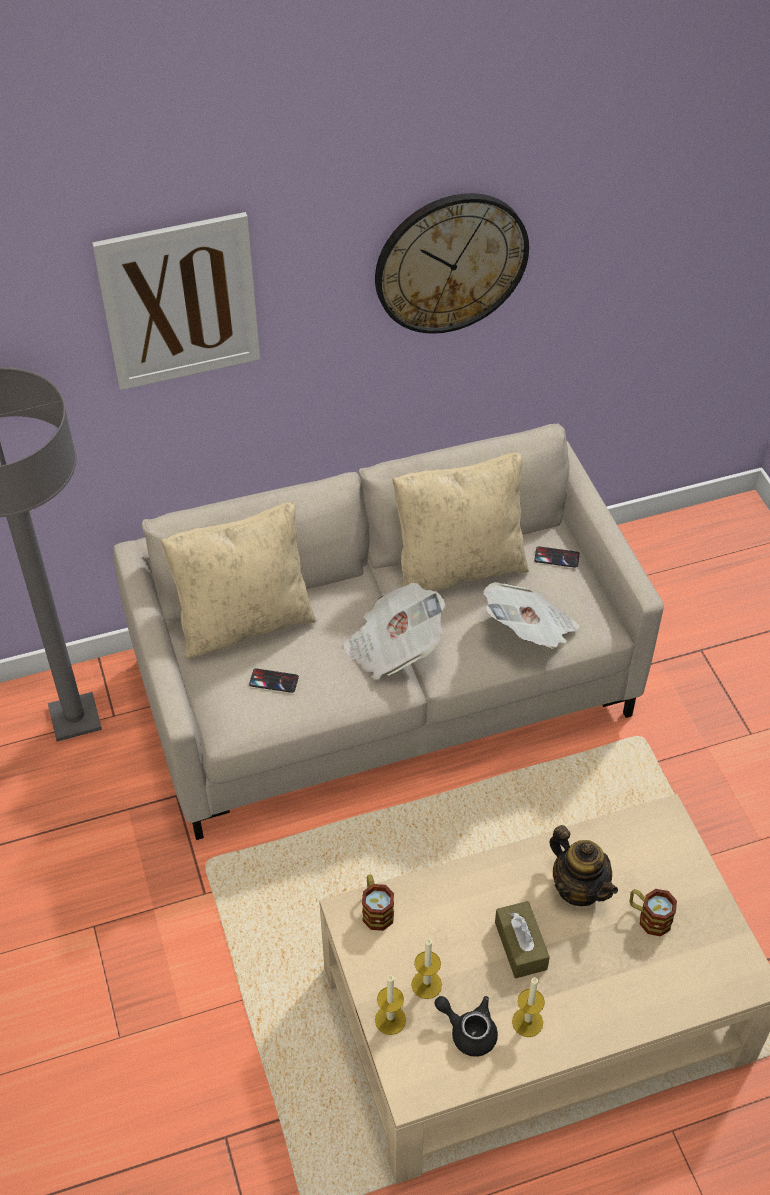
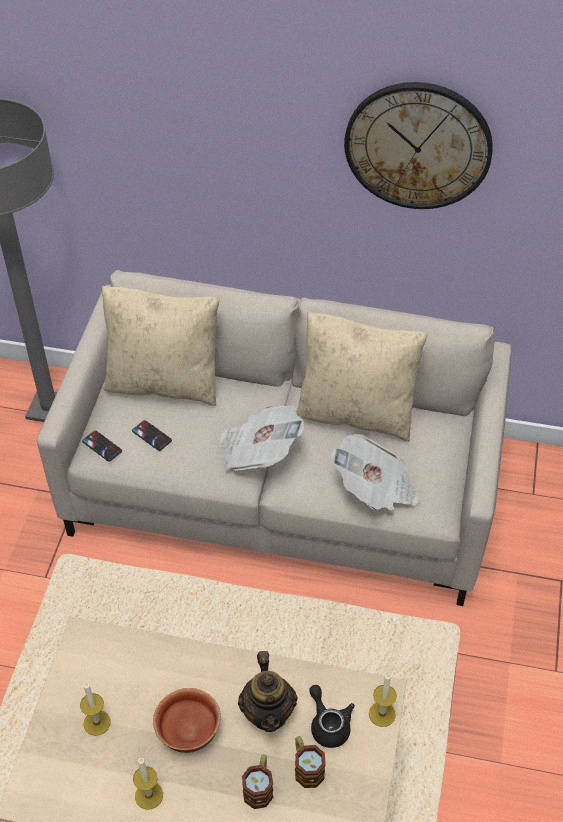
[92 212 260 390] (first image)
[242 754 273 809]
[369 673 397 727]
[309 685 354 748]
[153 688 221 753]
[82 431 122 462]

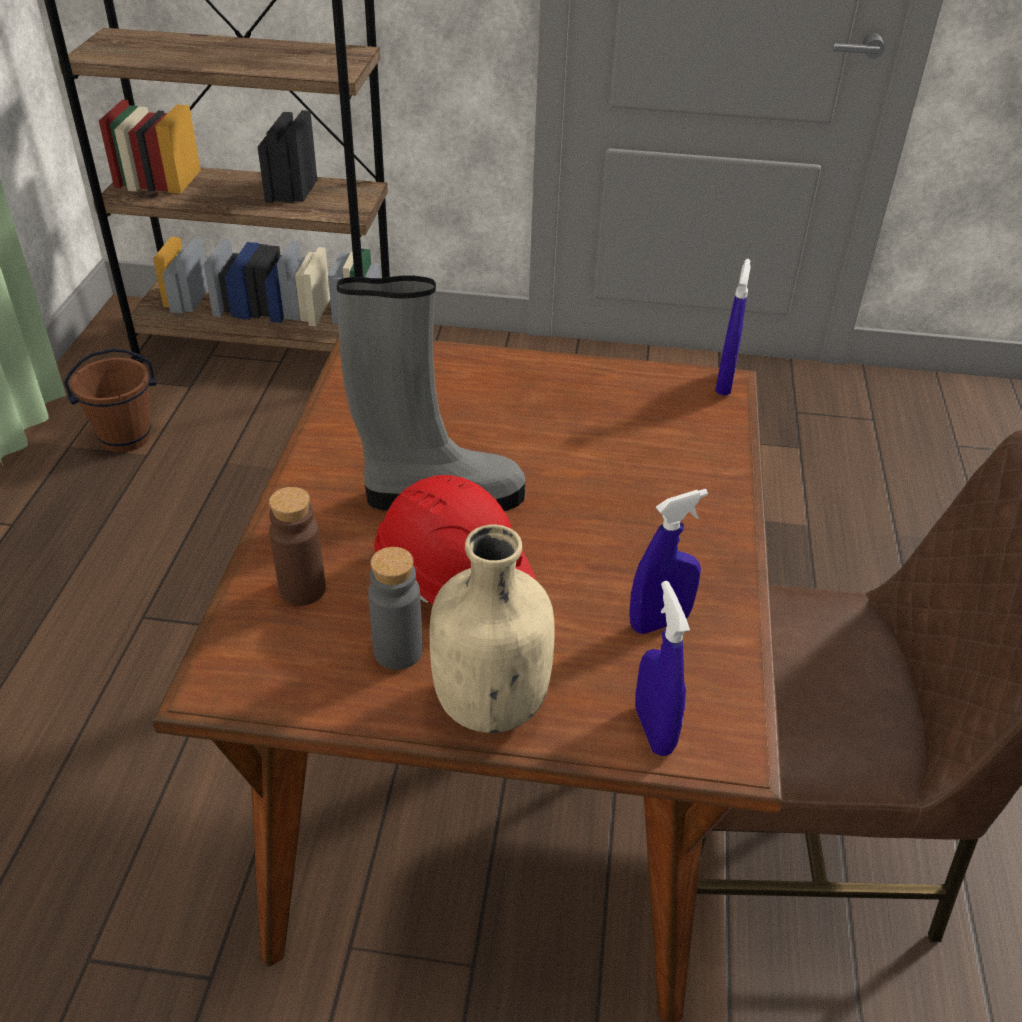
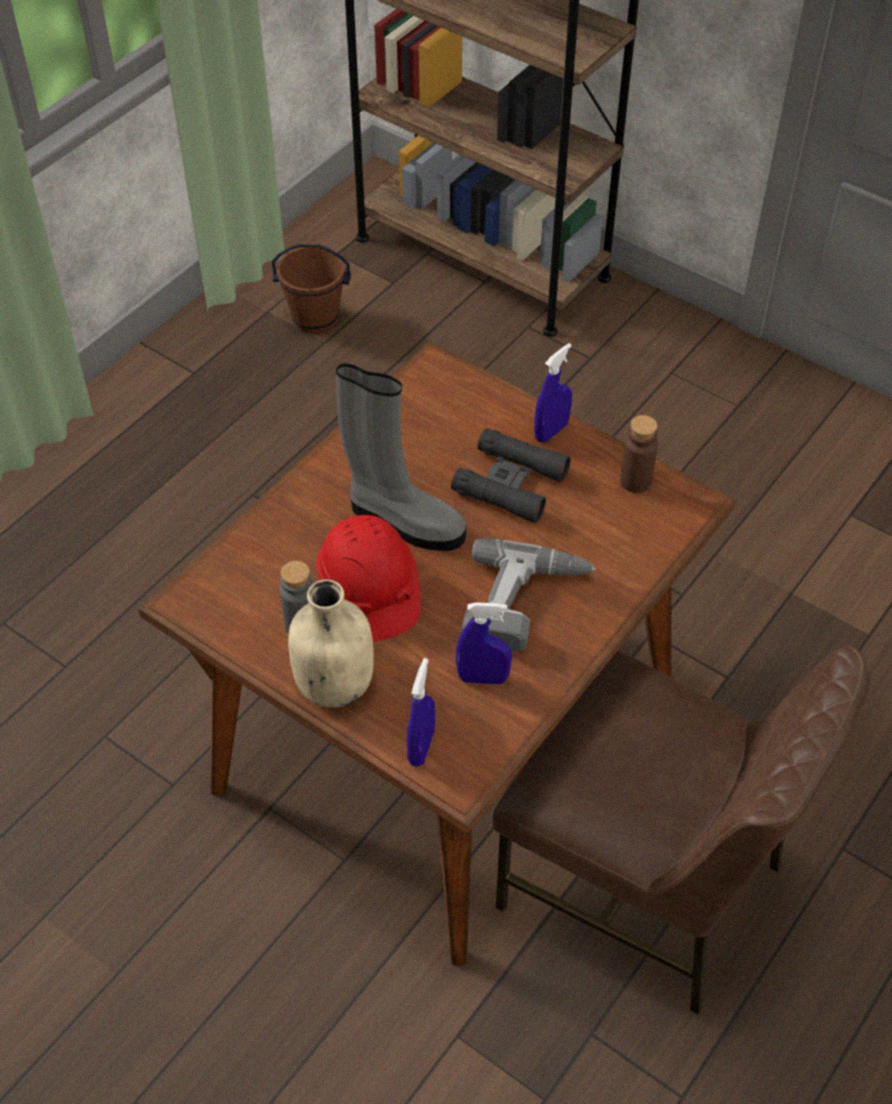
[620 415 658 493]
[534 343 572 443]
[451 428 571 523]
[462 539 596 652]

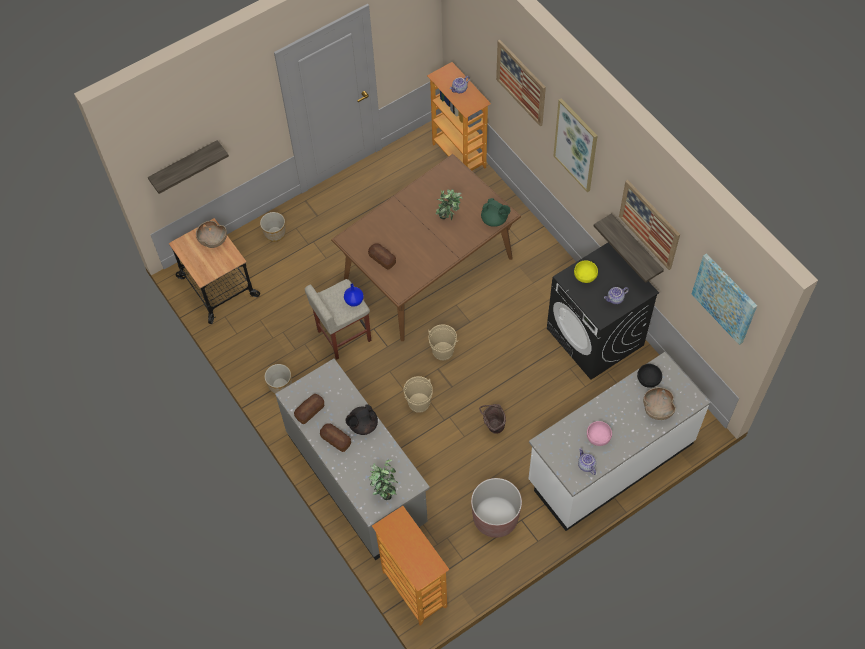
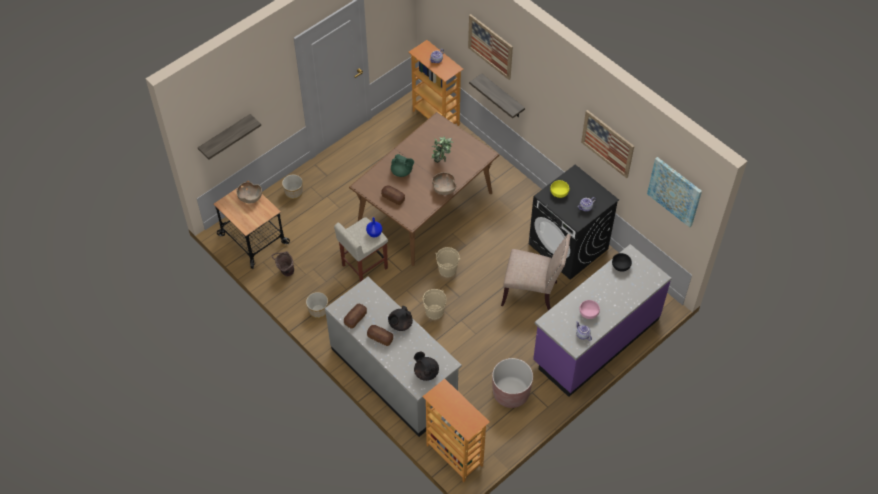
[414 352 439 381]
[272 251 294 276]
[391 154 414 177]
[533 244 672 397]
[553 98 597 192] (first image)
[469 73 525 118]
[432 172 456 195]
[501 234 571 311]

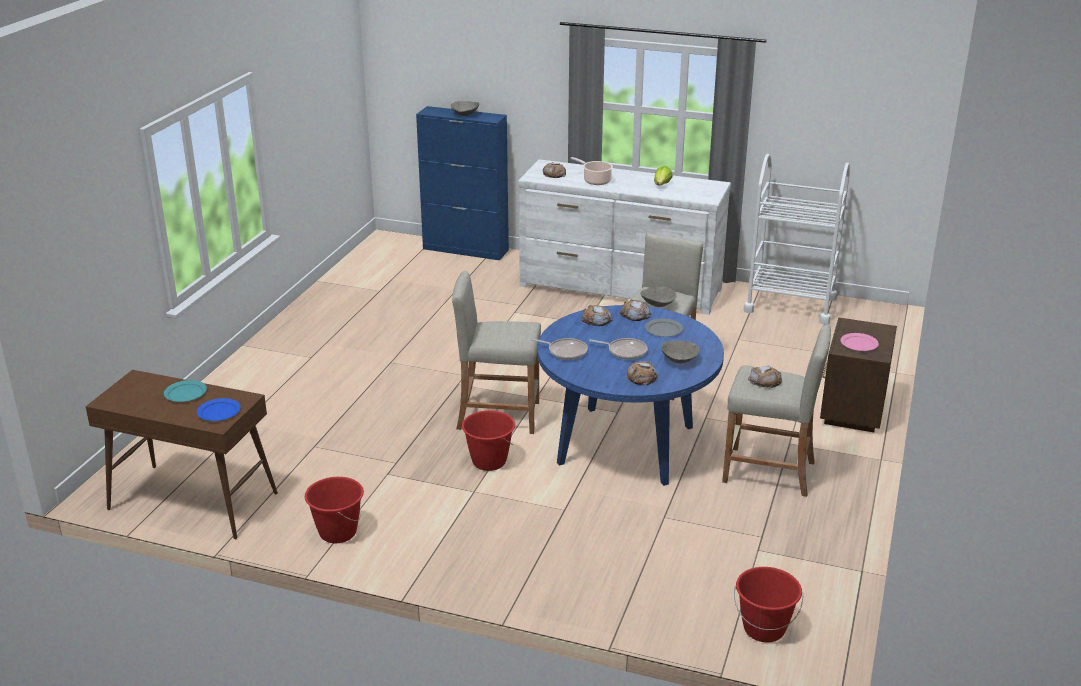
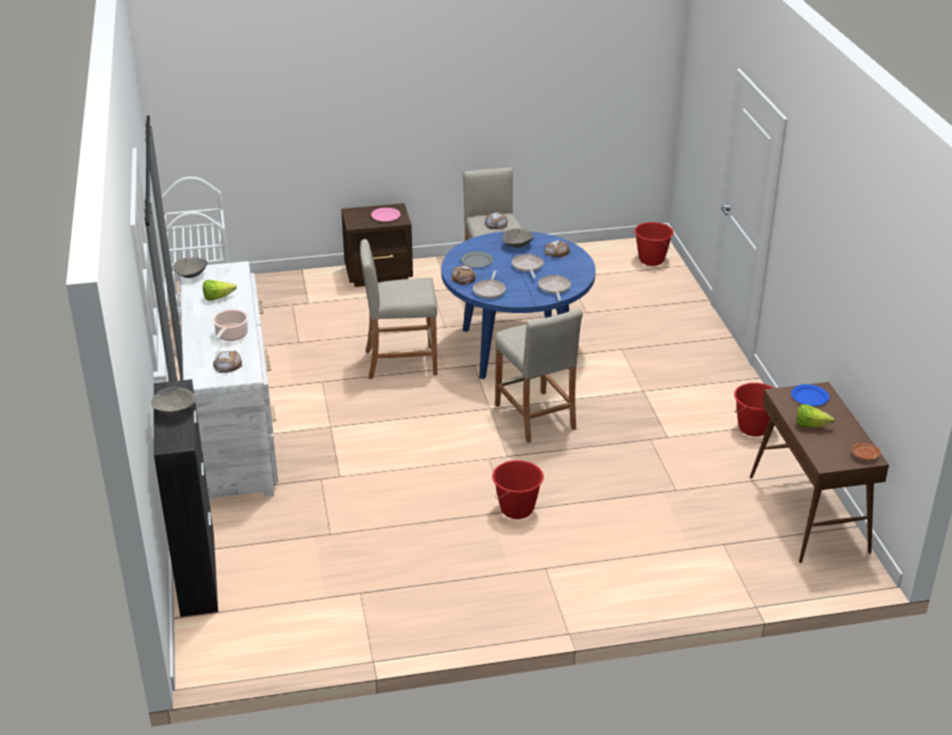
[797 404 835 427]
[154 379 218 617]
[492 460 544 519]
[473 270 506 299]
[173 257 207 278]
[852 443 880 460]

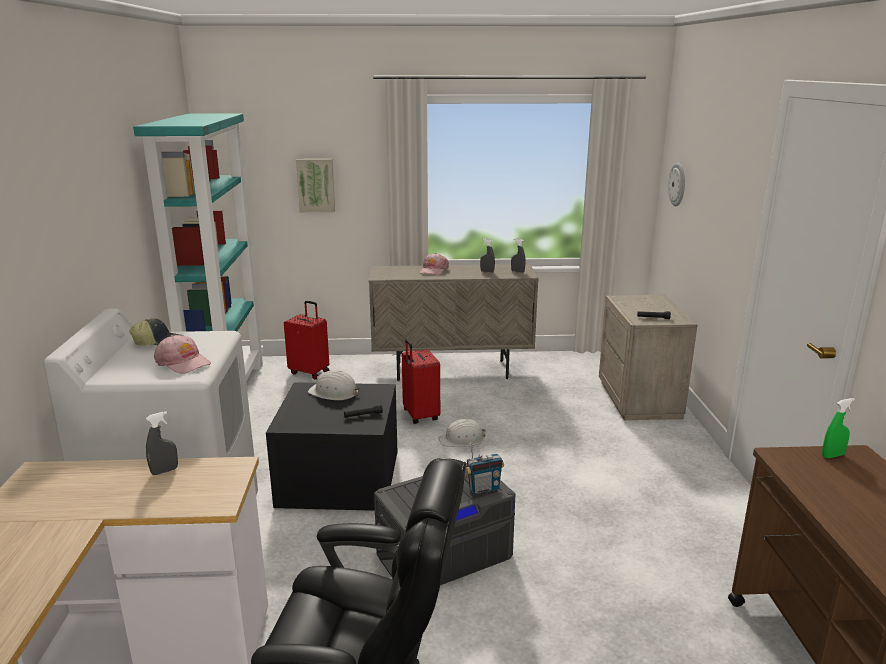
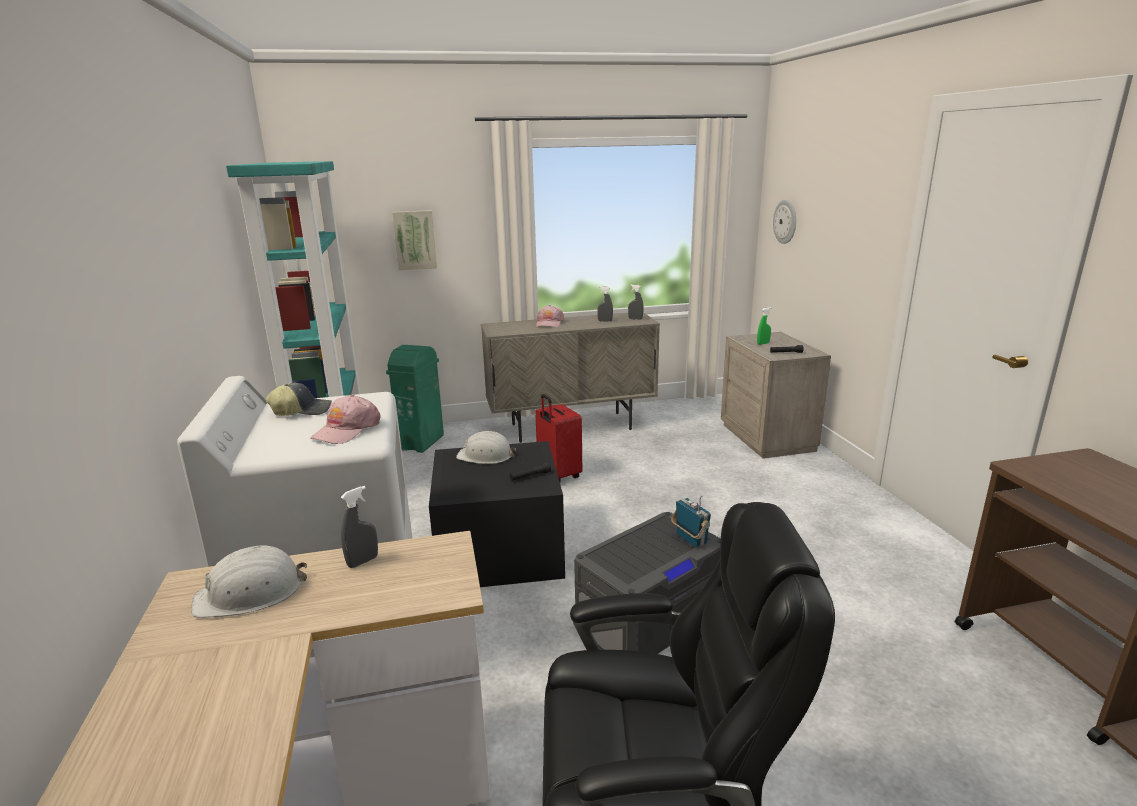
[310 394 381 444]
[386 345 444 453]
[191 546 307 618]
[671 495 711 548]
[757 307 771 345]

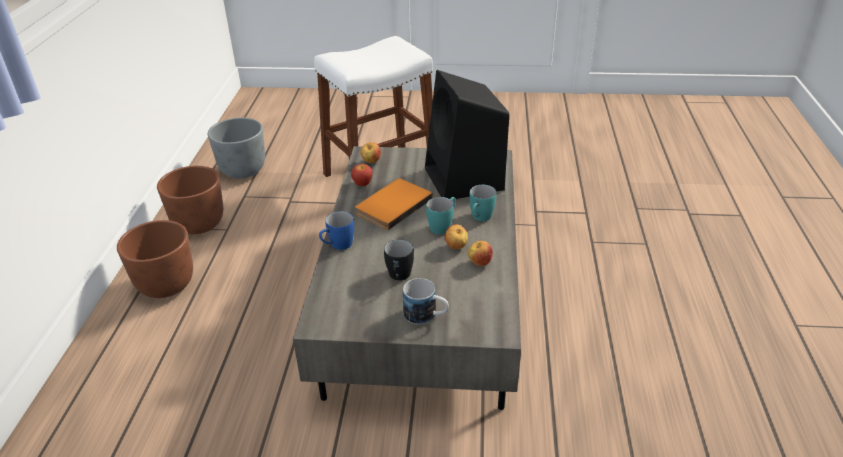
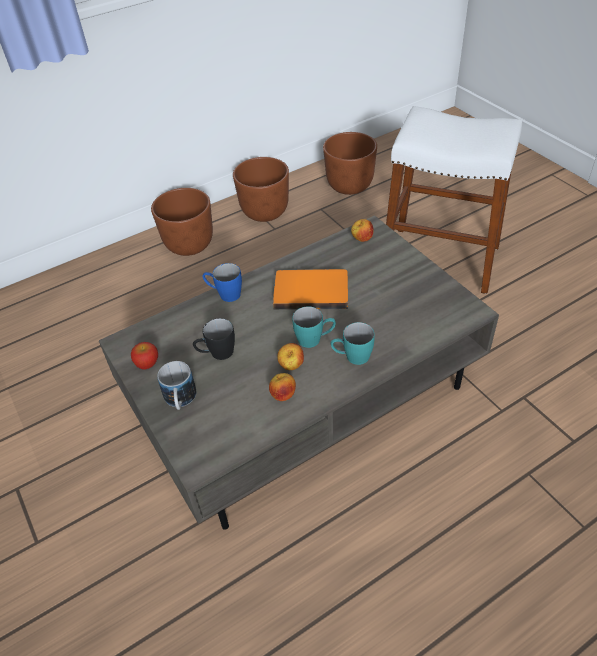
[323 132 377 195]
[131 342 158 369]
[425 70 509 199] (first image)

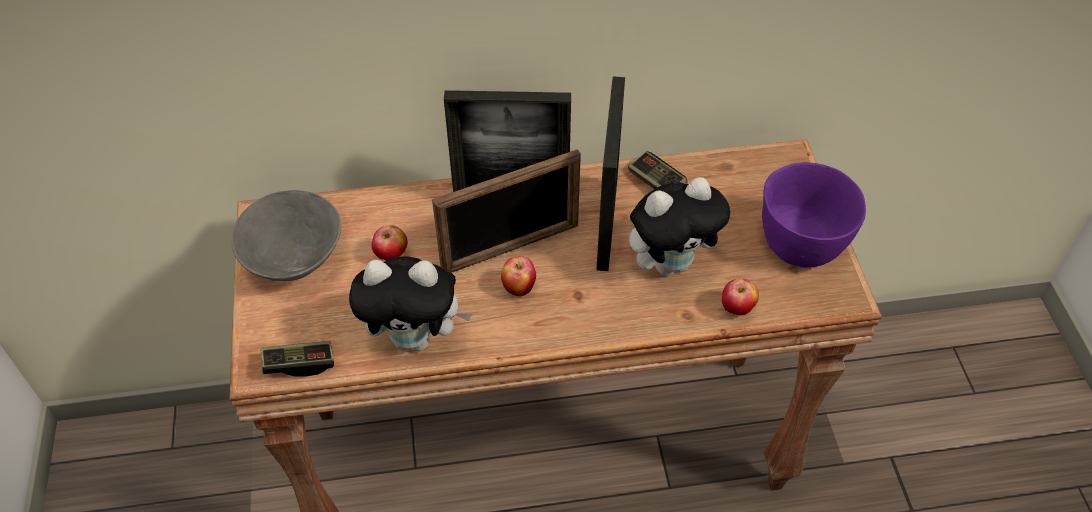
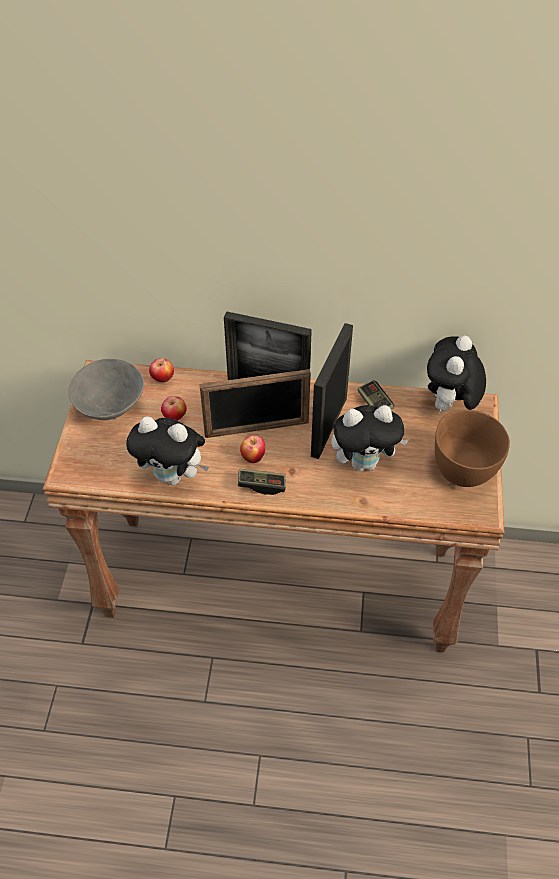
[238 469 286 495]
[149 358 174 382]
[435 410 510 487]
[427 335 486 412]

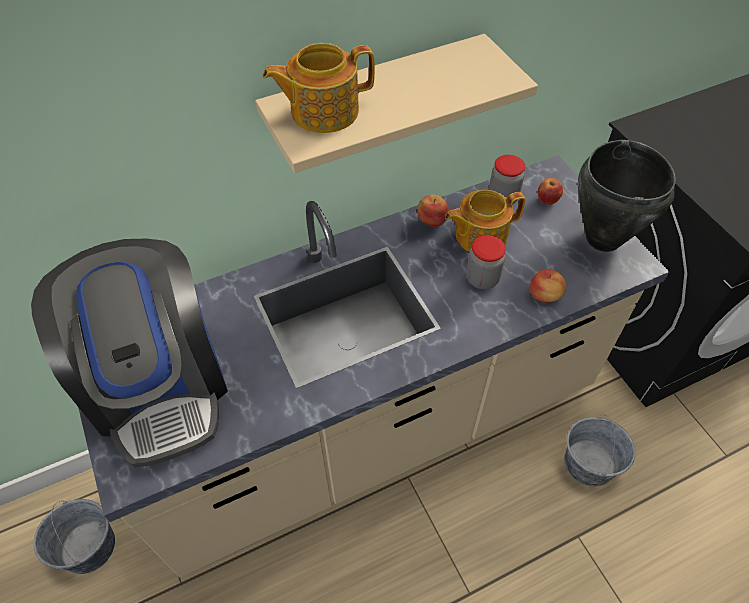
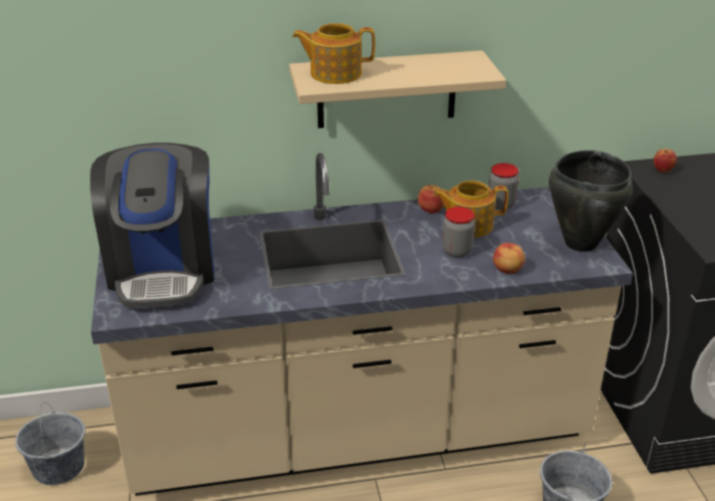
[653 149 677 173]

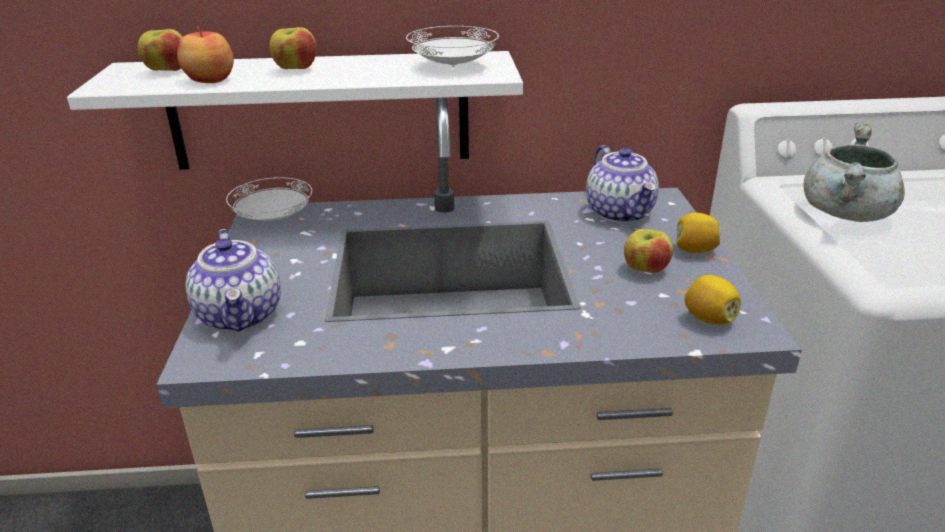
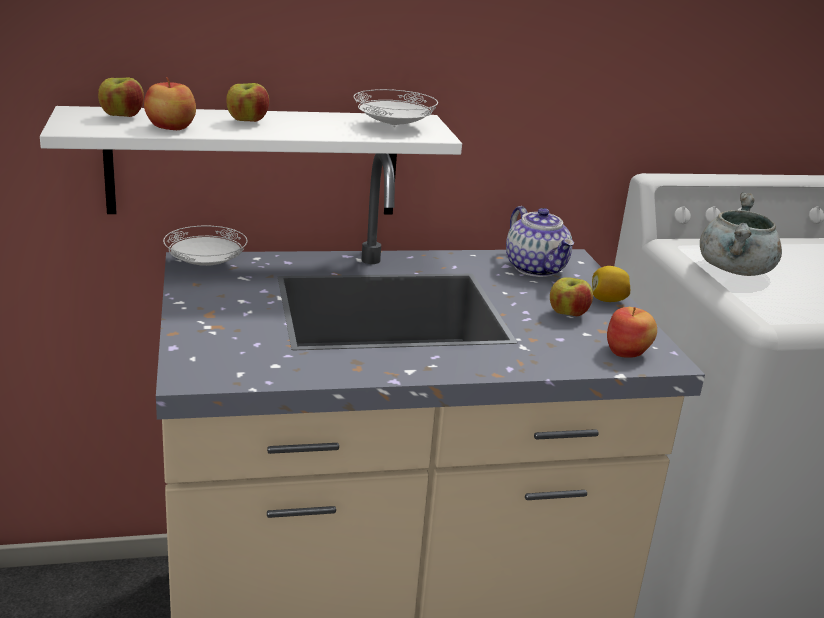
[186 229 281 332] (first image)
[607 307 657 358]

